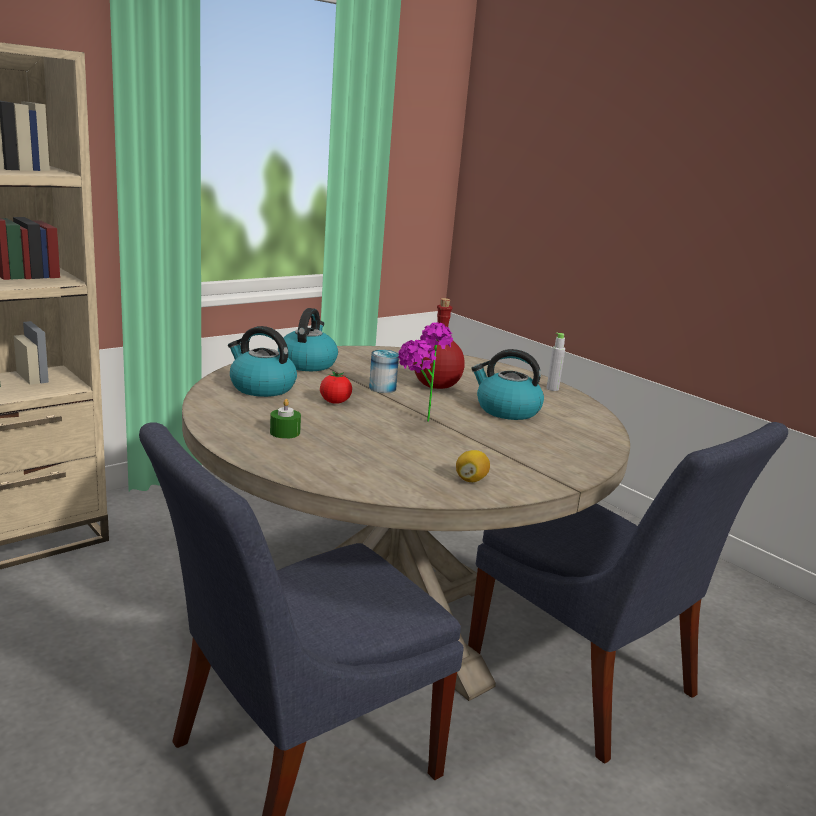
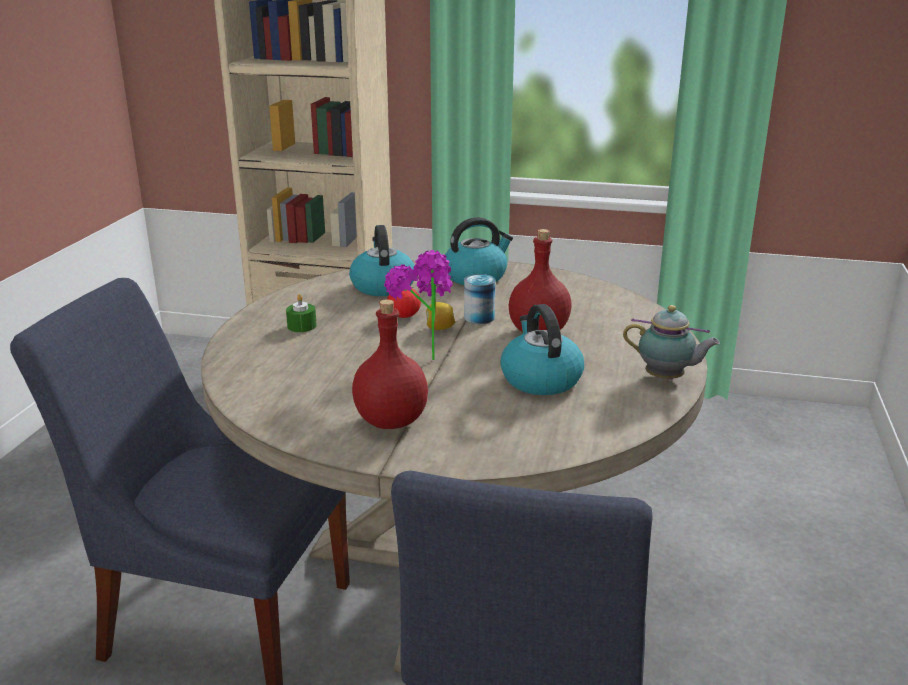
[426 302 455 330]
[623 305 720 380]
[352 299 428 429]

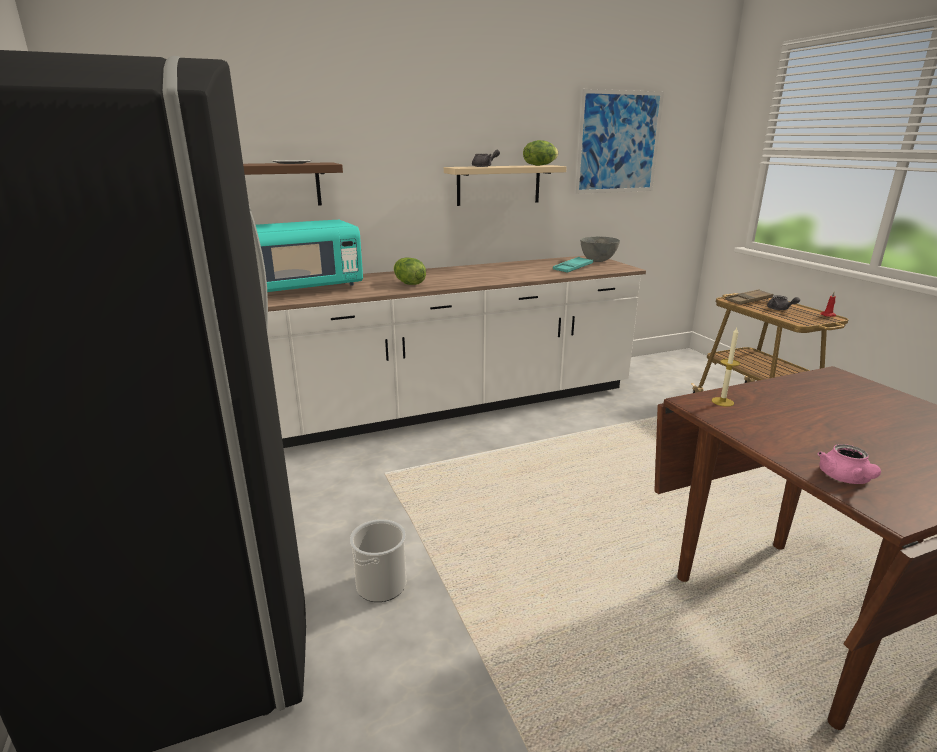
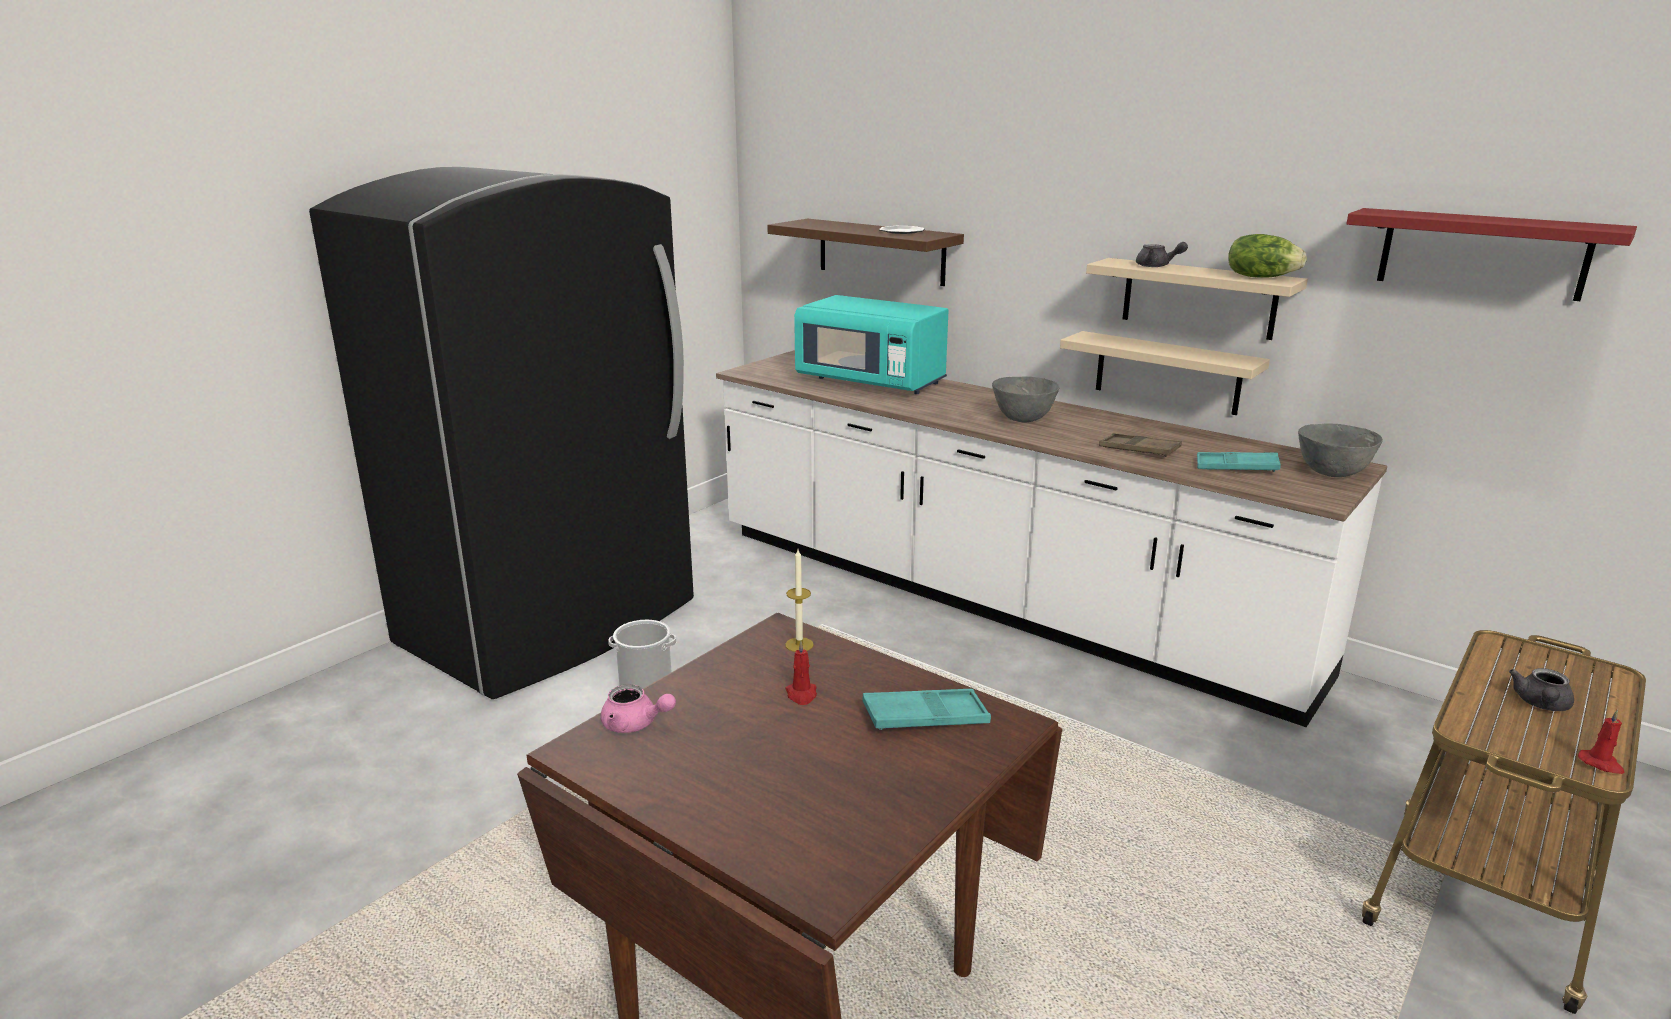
[393 257 426 285] (first image)
[1346 208 1637 301]
[1099 433 1182 457]
[600 684 676 733]
[786 641 817 705]
[862 689 991 730]
[992 376 1059 422]
[1060 331 1270 415]

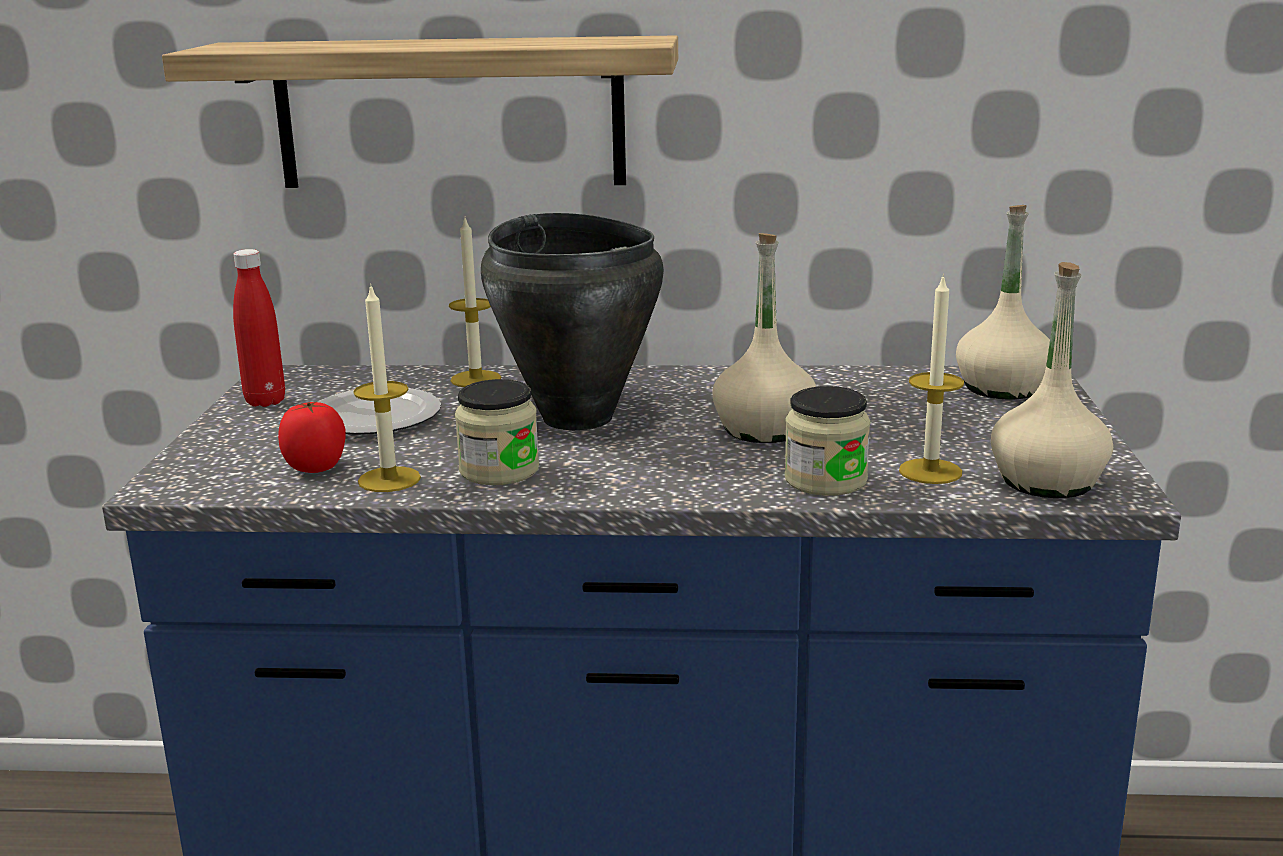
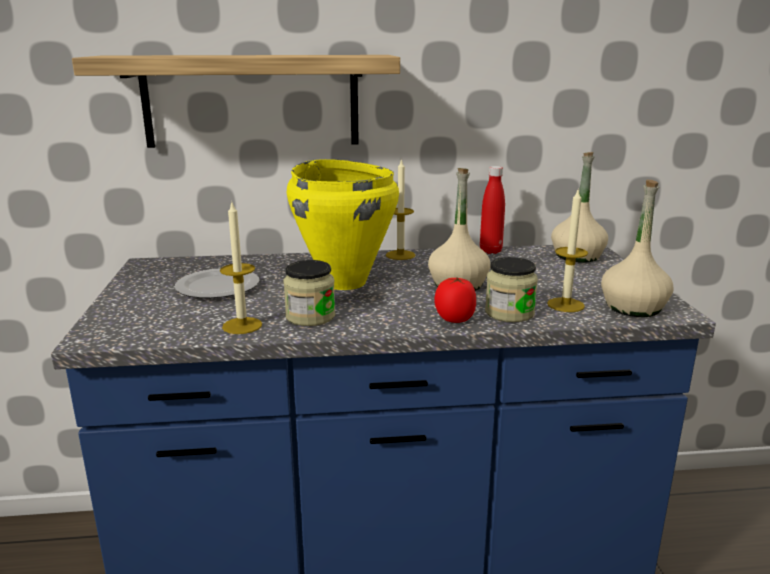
[480 166 505 254]
[434 277 476 323]
[386 158 415 260]
[287 159 399 290]

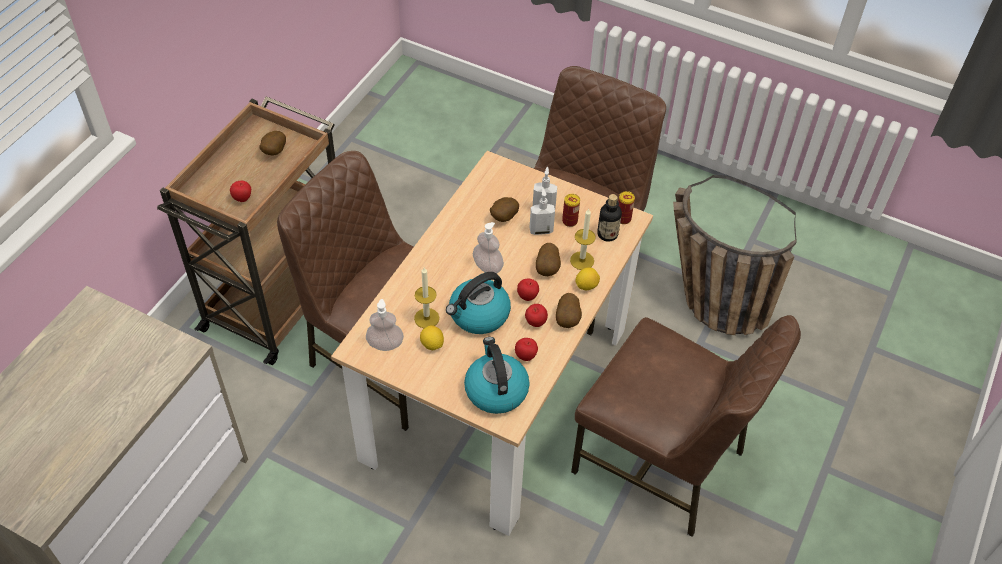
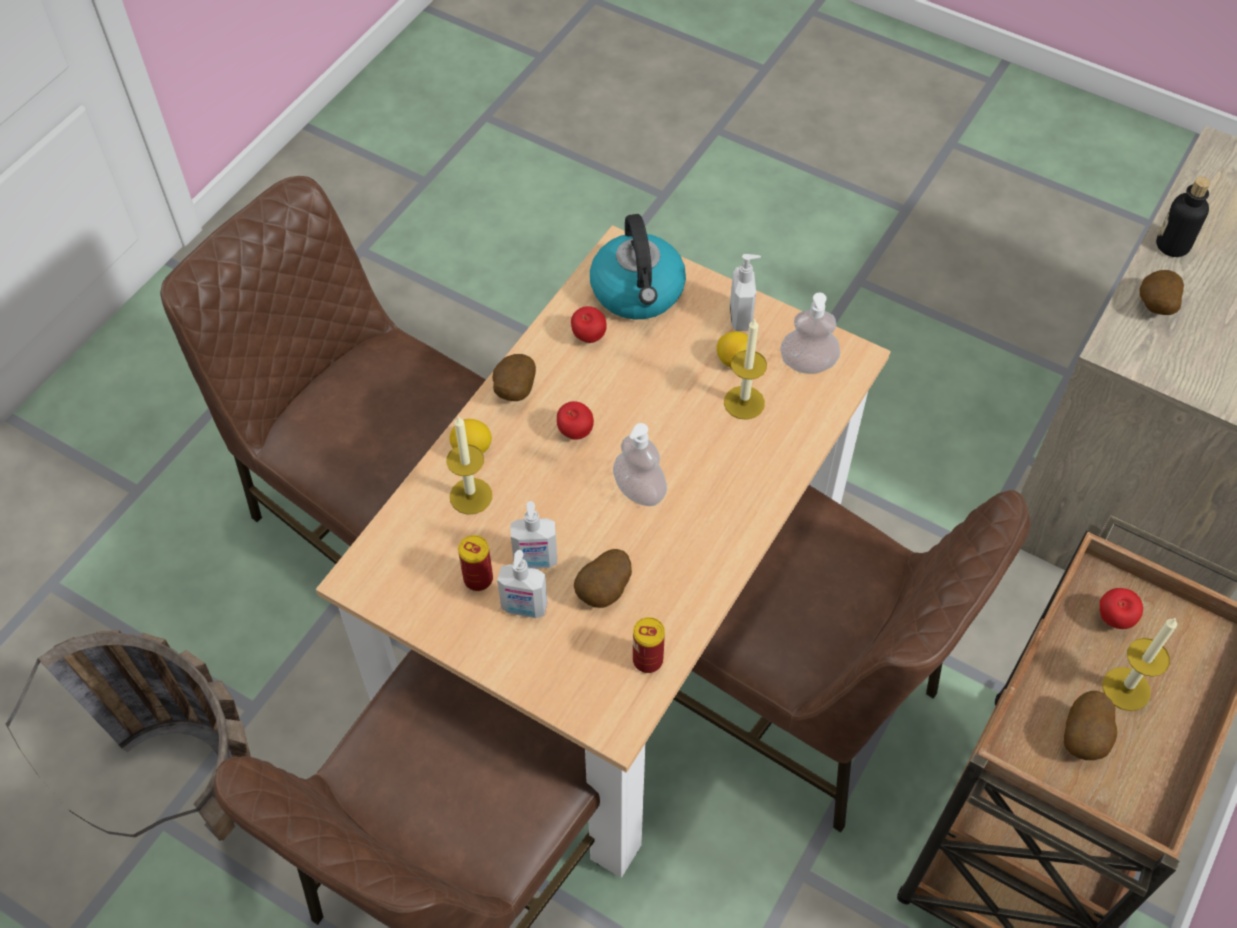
[446 272 511 334] (first image)
[525 304 548 327] (first image)
[1139 270 1184 315]
[1156 177 1210 257]
[633 617 665 673]
[730 254 761 331]
[1103 618 1177 711]

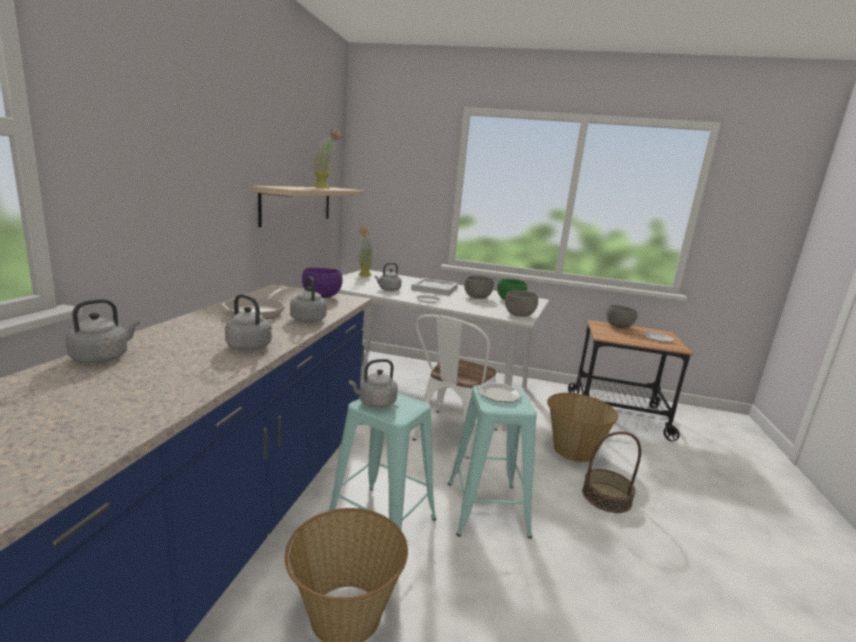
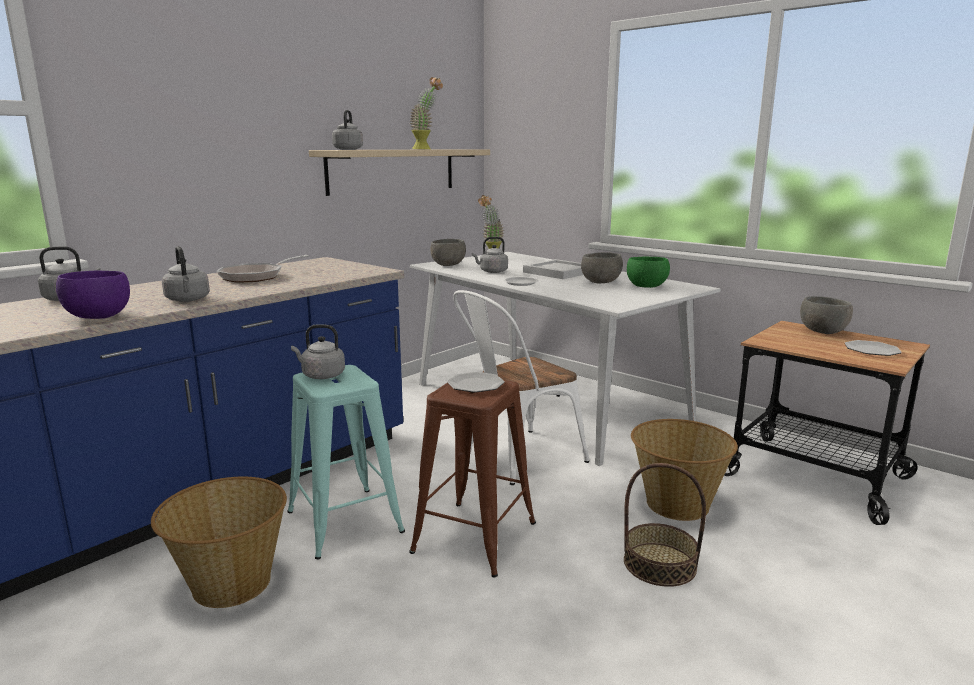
[332 110 363 150]
[56 271 130 319]
[409 380 536 578]
[430 239 466 266]

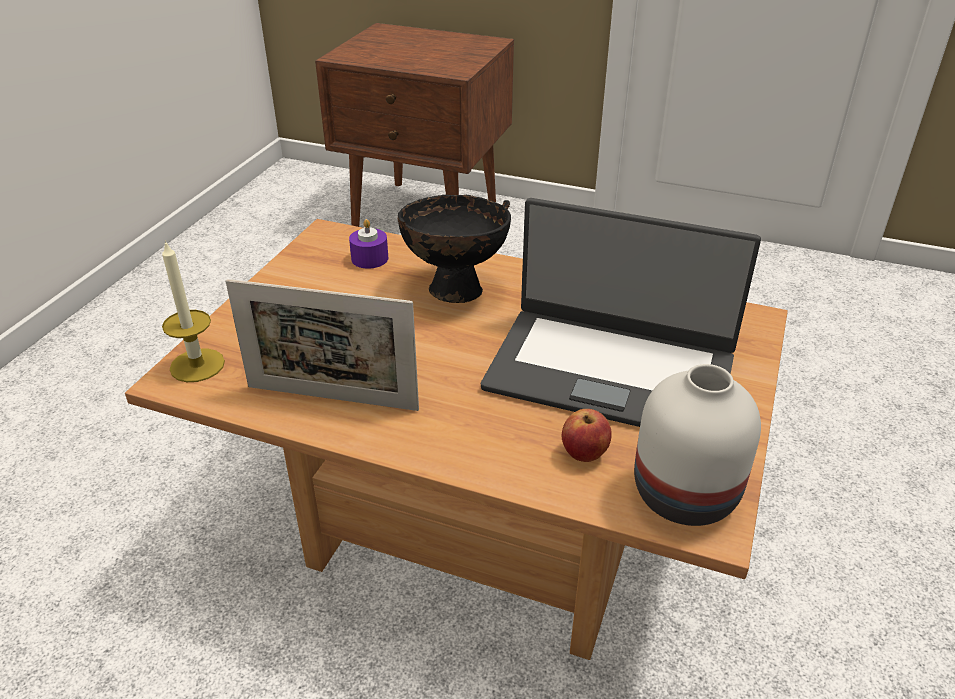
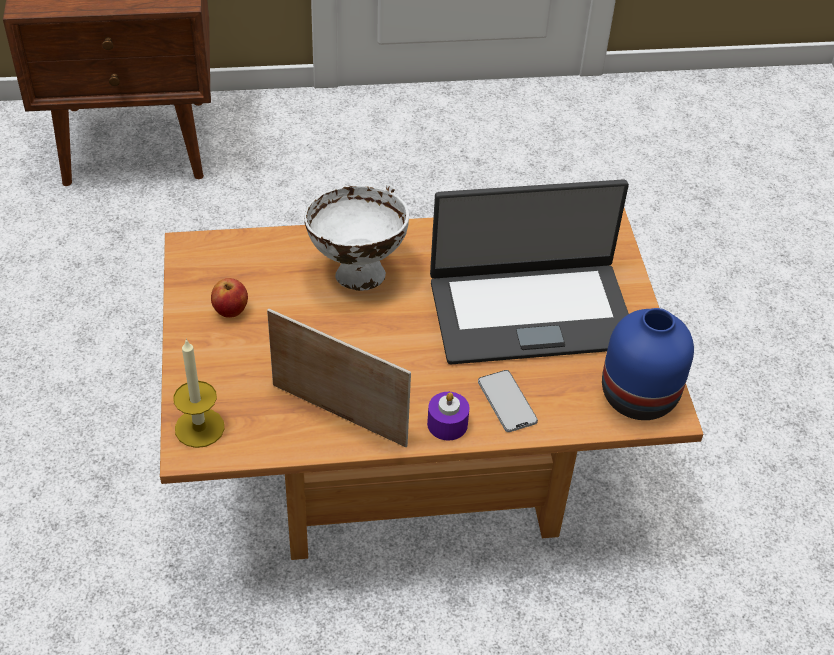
[267 308 411 447]
[427 392 470 440]
[304 185 409 291]
[211 278 248 318]
[602 308 694 420]
[478 370 538 432]

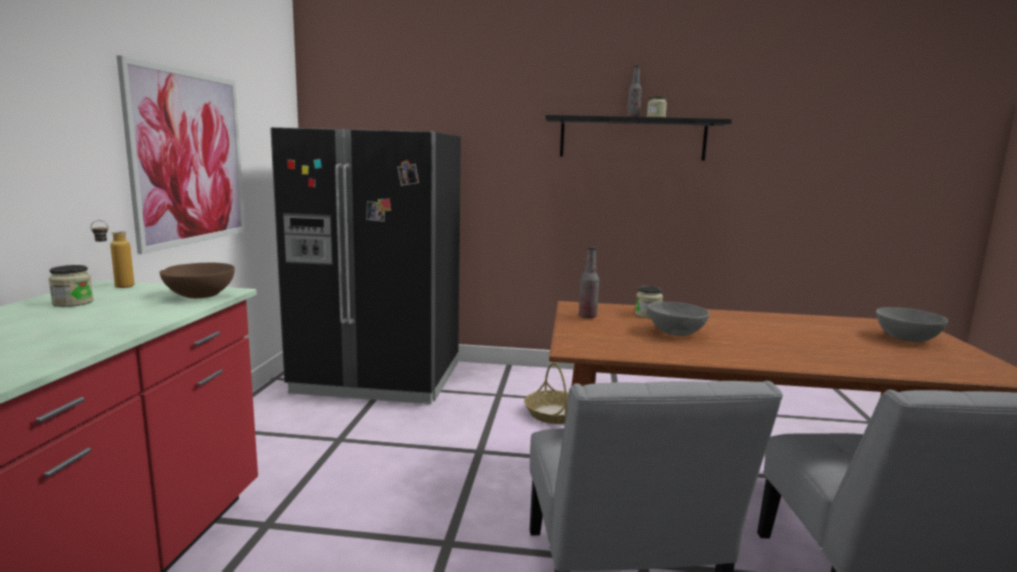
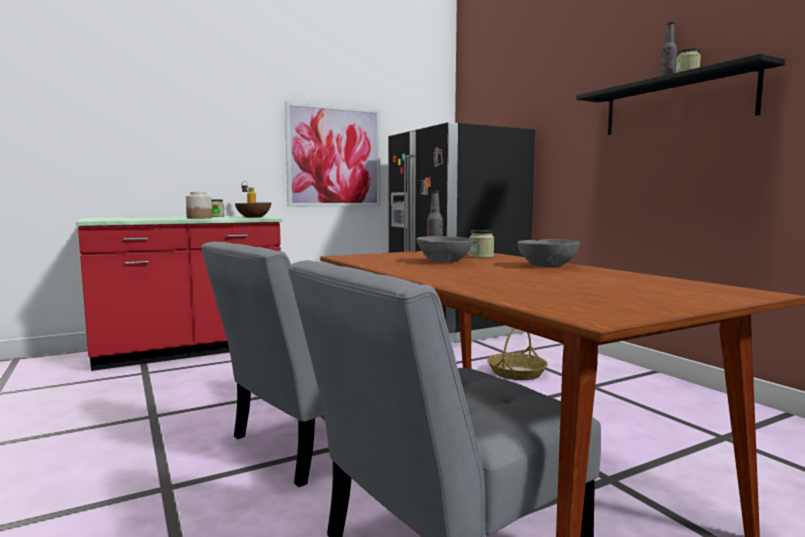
[517 239 580 267]
[186 192 212 219]

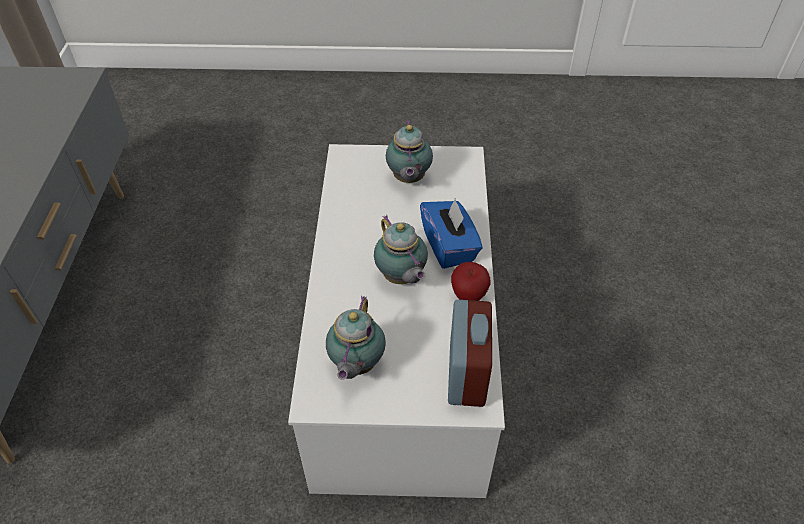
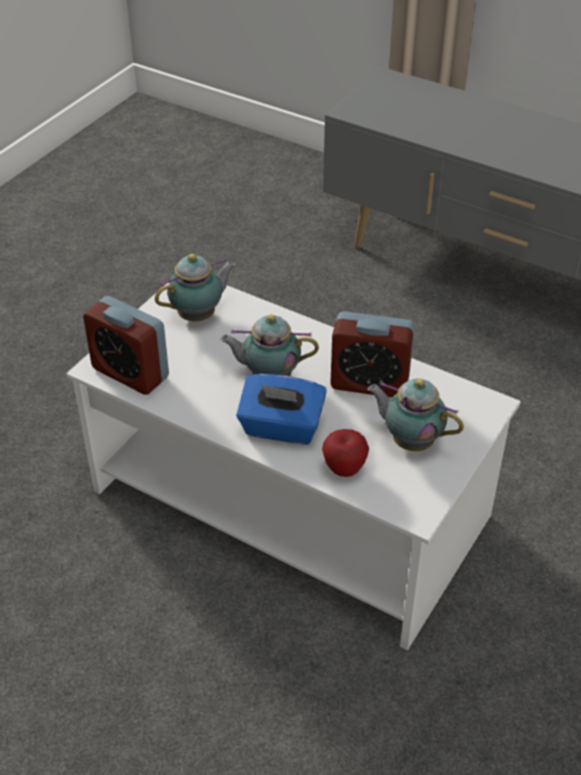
[155 254 236 321]
[322 429 369 477]
[330 311 415 397]

